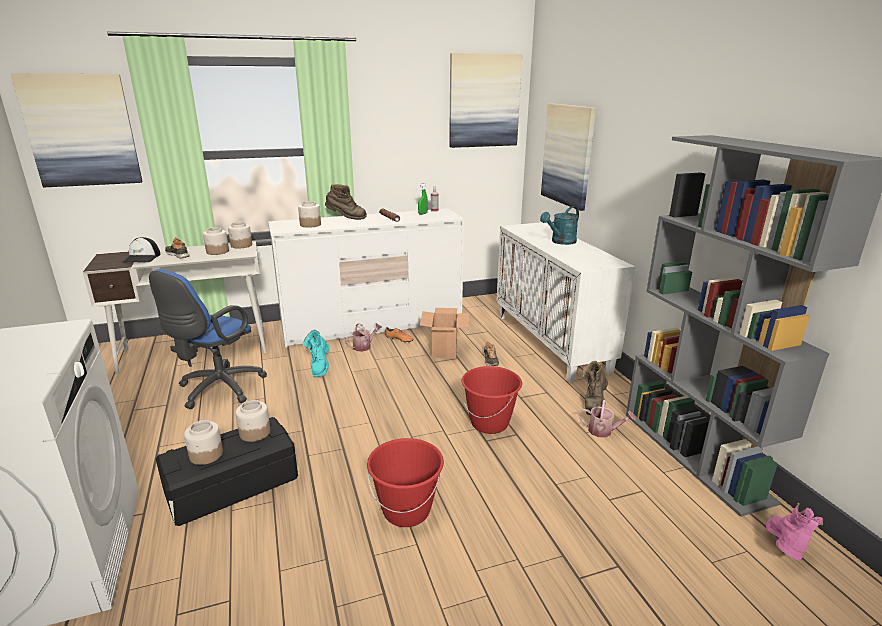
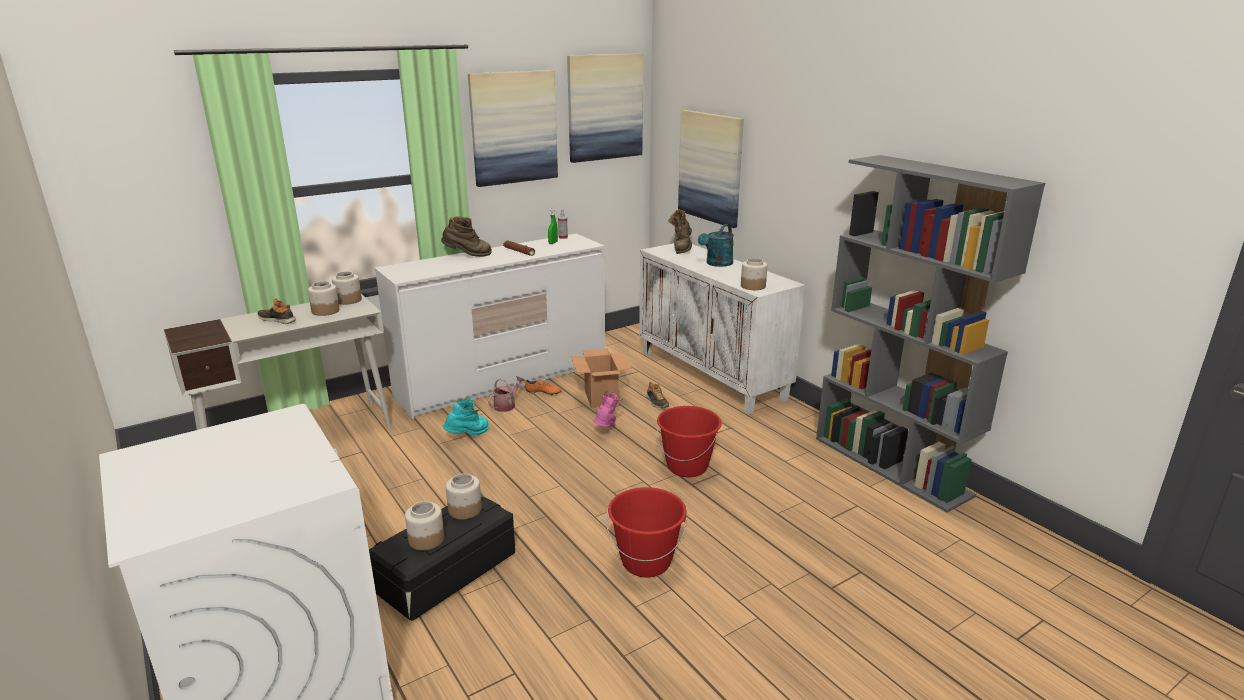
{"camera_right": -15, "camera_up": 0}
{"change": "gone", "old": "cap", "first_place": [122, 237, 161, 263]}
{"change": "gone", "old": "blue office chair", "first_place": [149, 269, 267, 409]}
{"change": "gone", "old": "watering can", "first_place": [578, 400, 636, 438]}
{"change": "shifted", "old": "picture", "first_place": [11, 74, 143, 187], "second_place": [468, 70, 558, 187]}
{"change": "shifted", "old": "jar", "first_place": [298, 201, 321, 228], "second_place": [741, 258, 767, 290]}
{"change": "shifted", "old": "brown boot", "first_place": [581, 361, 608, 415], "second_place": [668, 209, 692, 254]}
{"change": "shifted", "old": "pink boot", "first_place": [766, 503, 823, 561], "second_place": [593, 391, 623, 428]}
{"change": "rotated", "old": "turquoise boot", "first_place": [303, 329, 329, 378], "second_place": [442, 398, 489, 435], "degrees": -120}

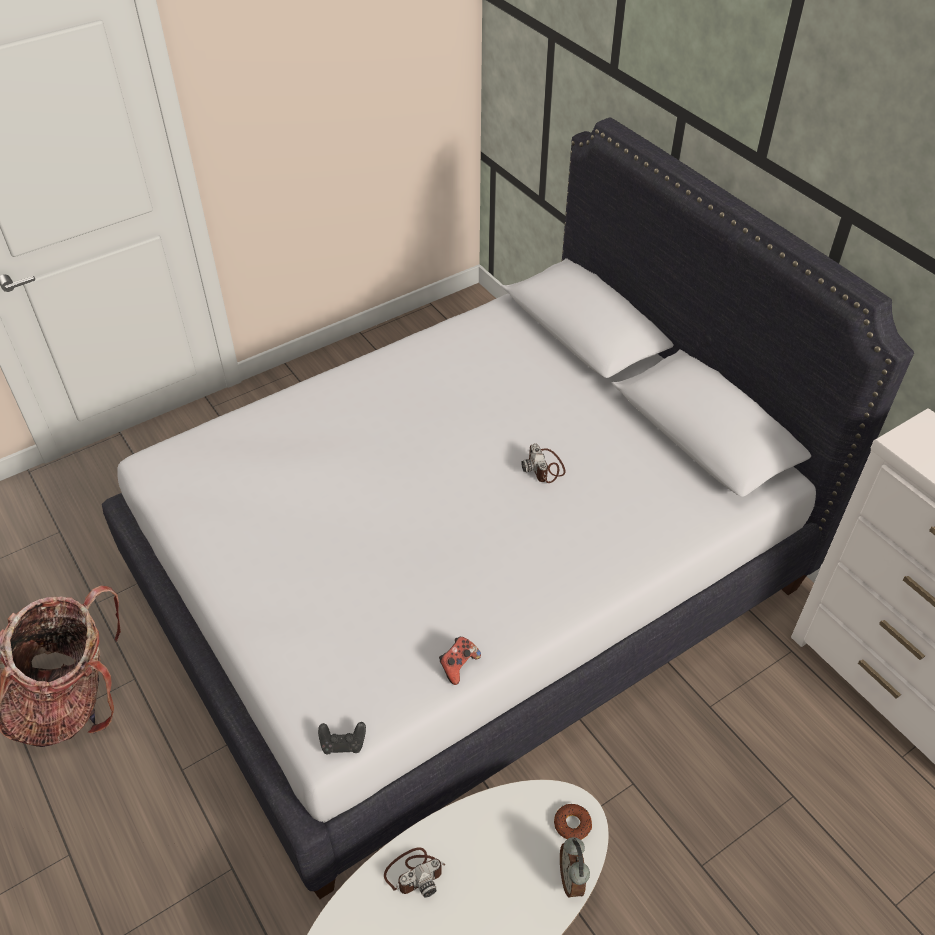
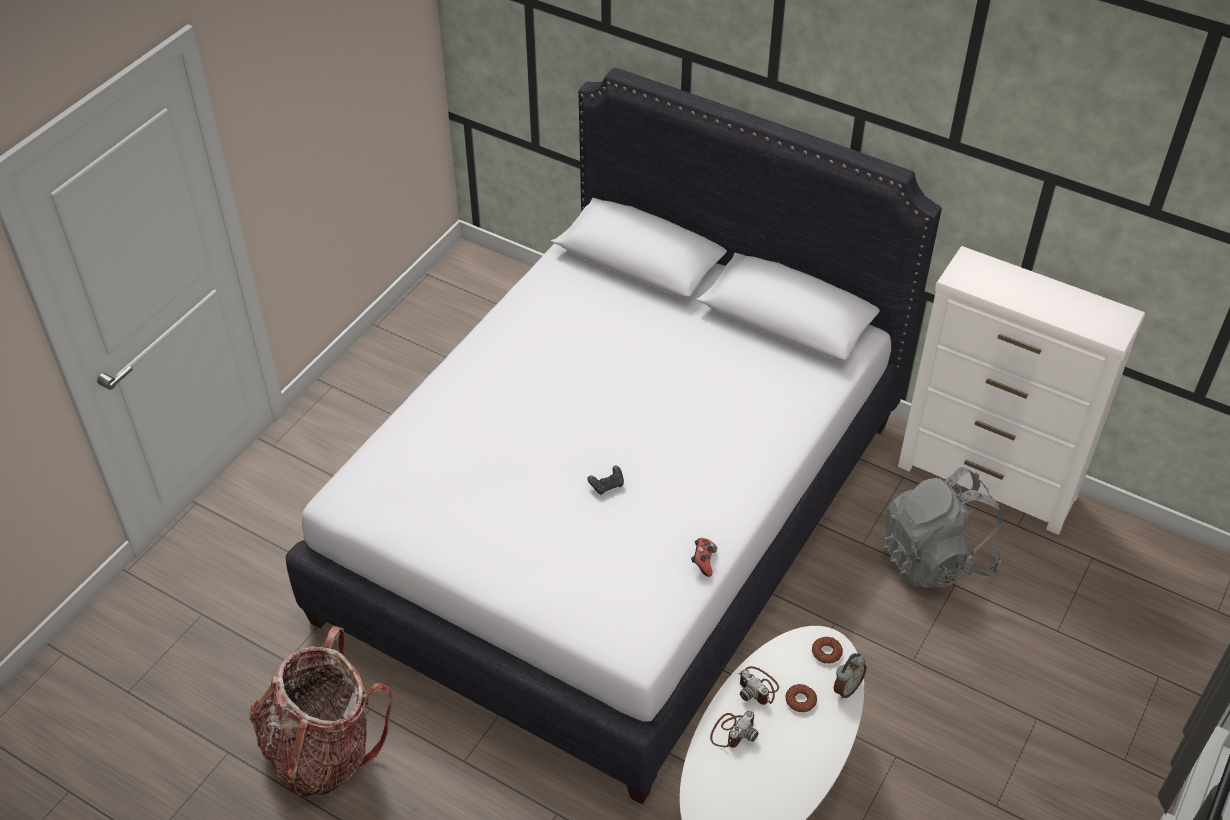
{"camera_right": -25, "camera_up": 0}
{"change": "new", "new": "donut", "second_place": [785, 684, 817, 712]}
{"change": "new", "new": "grey backpack", "second_place": [882, 467, 1003, 588]}
{"change": "shifted", "old": "black game controller", "first_place": [318, 722, 366, 754], "second_place": [587, 466, 624, 495]}
{"change": "shifted", "old": "photo camera", "first_place": [521, 443, 566, 483], "second_place": [739, 666, 779, 705]}
{"change": "rotated", "old": "alarm clock", "first_place": [560, 837, 590, 898], "second_place": [834, 653, 867, 698], "degrees": -105}

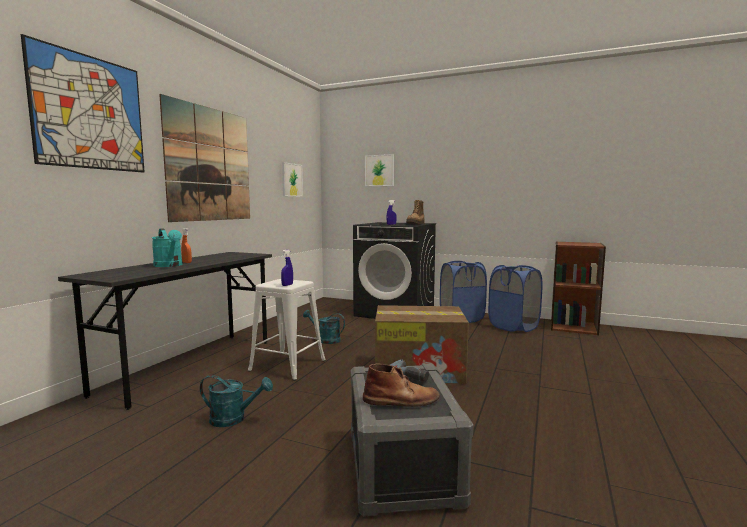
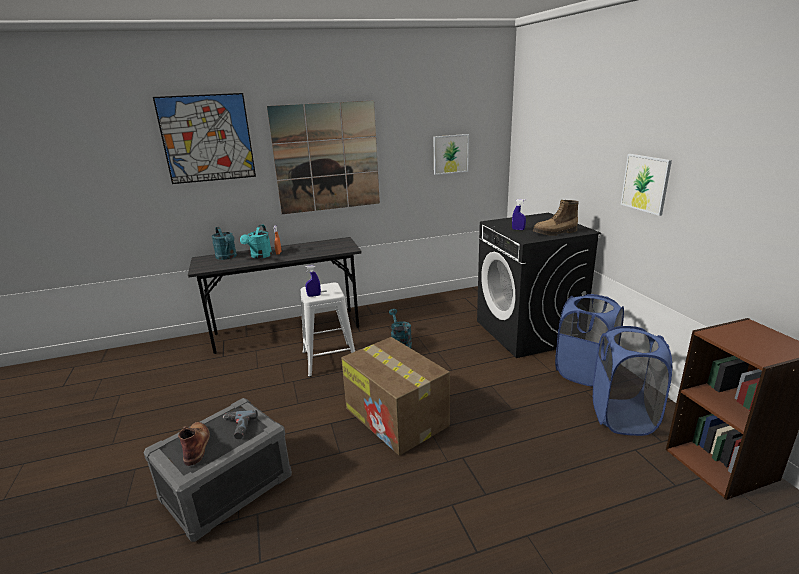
{"camera_right": 50, "camera_up": 15}
{"change": "shifted", "old": "turquoise watering can", "first_place": [200, 375, 273, 427], "second_place": [211, 227, 237, 260]}
{"change": "shifted", "old": "picture", "first_place": [365, 154, 394, 186], "second_place": [621, 154, 672, 216]}
{"change": "rotated", "old": "brown boot", "first_place": [363, 364, 440, 407], "second_place": [178, 422, 210, 466], "degrees": -150}

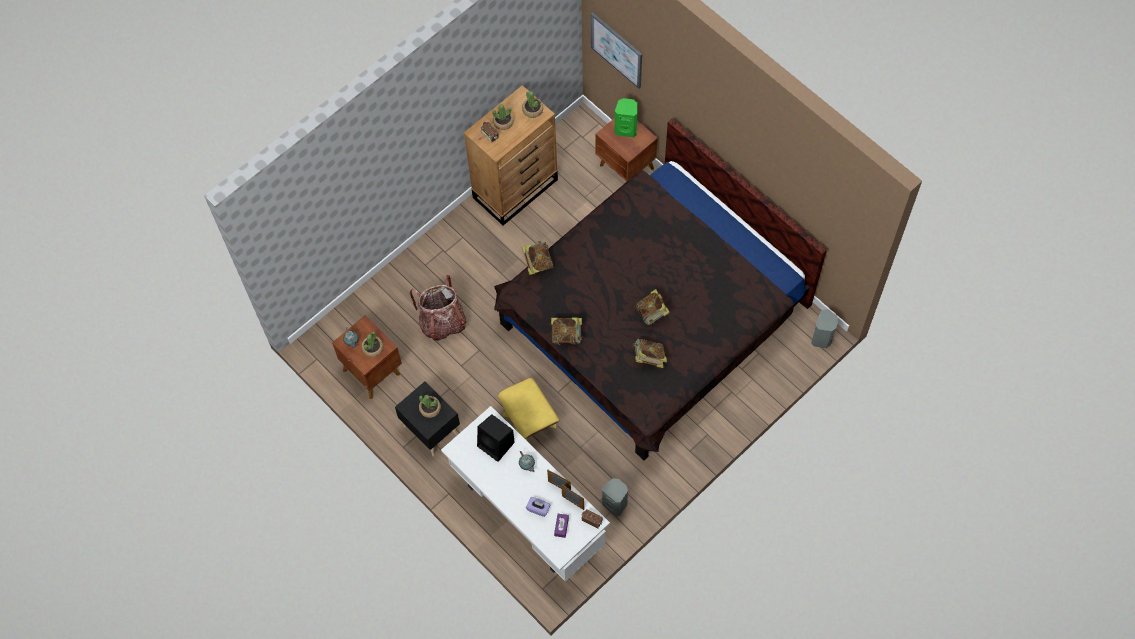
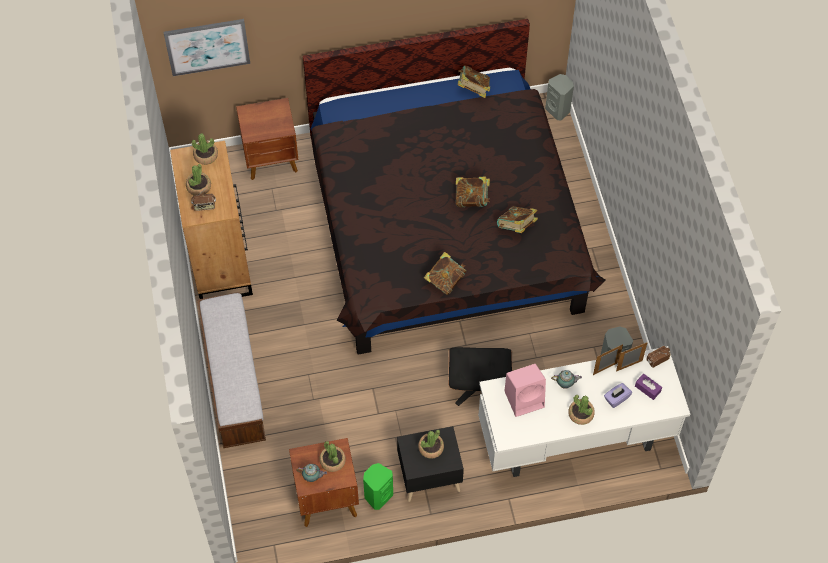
{"camera_right": -60, "camera_up": -5}
{"change": "gone", "old": "backpack", "first_place": [410, 275, 467, 341]}
{"change": "new", "new": "bench", "second_place": [197, 292, 266, 448]}
{"change": "new", "new": "potted plant", "second_place": [568, 395, 595, 425]}
{"change": "shifted", "old": "book", "first_place": [521, 241, 553, 275], "second_place": [458, 65, 490, 98]}
{"change": "shifted", "old": "green speaker", "first_place": [614, 98, 637, 137], "second_place": [363, 463, 393, 510]}
{"change": "repainted", "old": "black speaker", "new": "pink speaker", "first_place": [477, 414, 515, 462], "second_place": [504, 364, 546, 417]}
{"change": "repainted", "old": "yellow ottoman", "new": "black ottoman", "first_place": [498, 378, 559, 441], "second_place": [448, 347, 513, 406]}

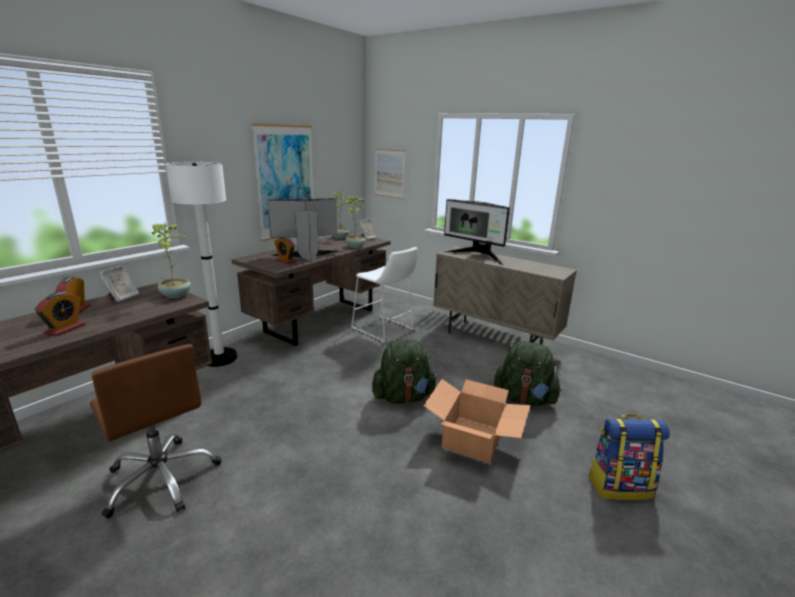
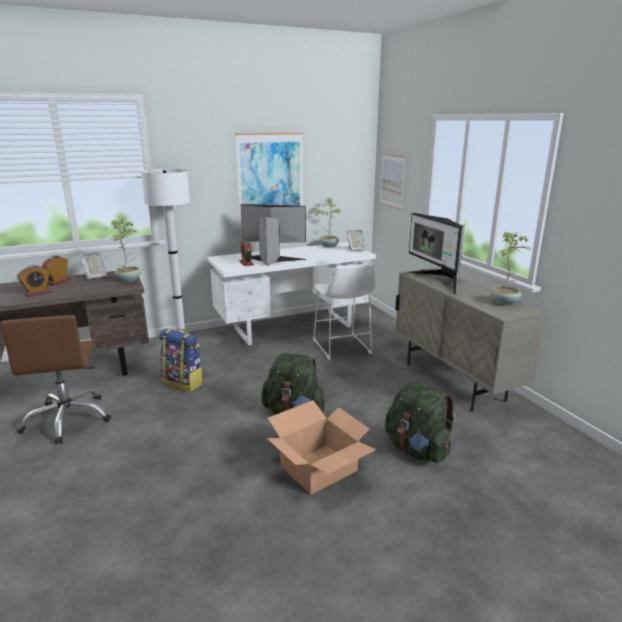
{"camera_right": 30, "camera_up": 0}
{"change": "shifted", "old": "potted plant", "first_place": [345, 196, 366, 248], "second_place": [491, 232, 532, 305]}
{"change": "shifted", "old": "backpack", "first_place": [588, 414, 670, 500], "second_place": [159, 329, 204, 392]}
{"change": "repainted", "old": "brown desk", "new": "white desk", "first_place": [232, 232, 391, 346], "second_place": [207, 242, 376, 346]}

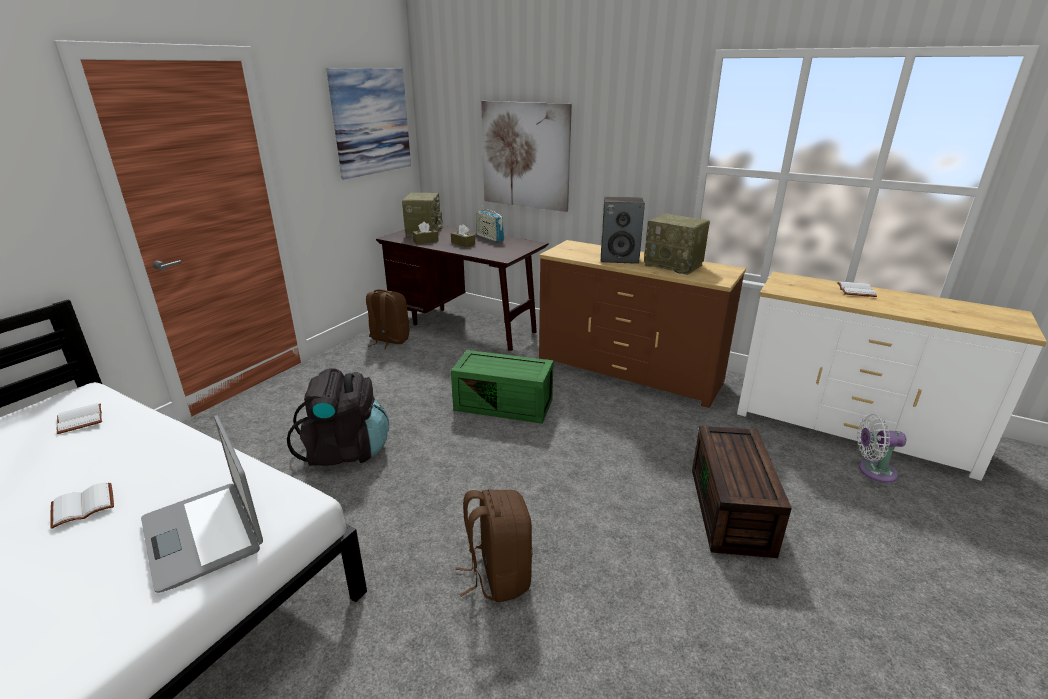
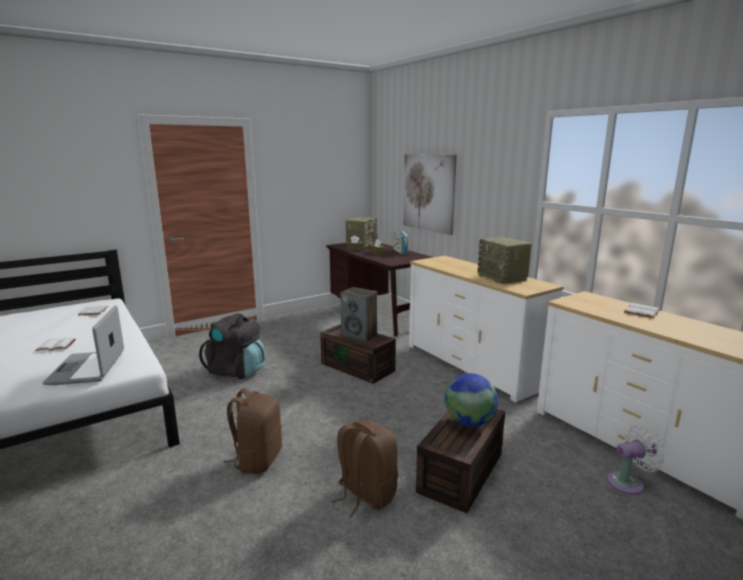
{"camera_right": 25, "camera_up": -10}
{"change": "gone", "old": "picture", "first_place": [326, 68, 411, 179]}
{"change": "new", "new": "globe", "second_place": [445, 373, 498, 427]}
{"change": "shifted", "old": "brown backpack", "first_place": [366, 289, 409, 349], "second_place": [332, 420, 398, 517]}
{"change": "shifted", "old": "speaker", "first_place": [601, 197, 645, 264], "second_place": [340, 287, 377, 342]}
{"change": "repainted", "old": "green storage box", "new": "brown storage box", "first_place": [451, 350, 554, 424], "second_place": [320, 324, 396, 384]}
{"change": "repainted", "old": "brown dresser", "new": "white dresser", "first_place": [539, 240, 746, 408], "second_place": [409, 256, 564, 402]}
{"change": "rotated", "old": "white fan", "first_place": [857, 414, 906, 483], "second_place": [607, 425, 665, 495], "degrees": 135}

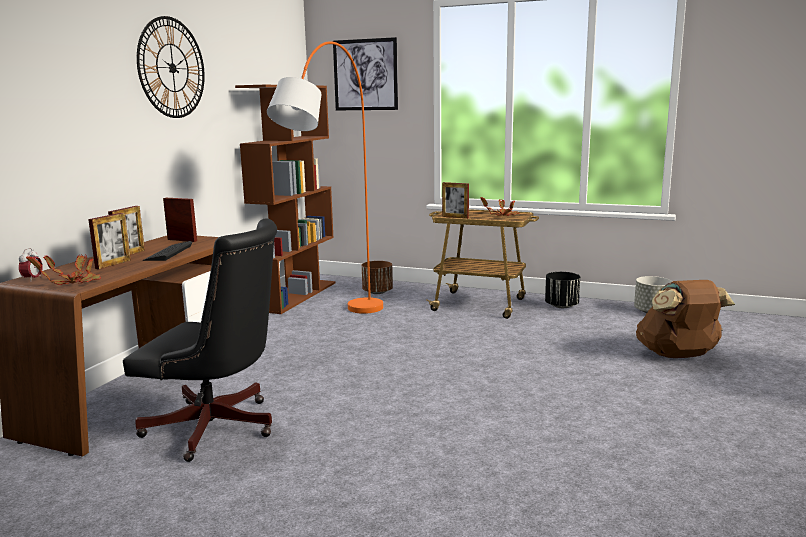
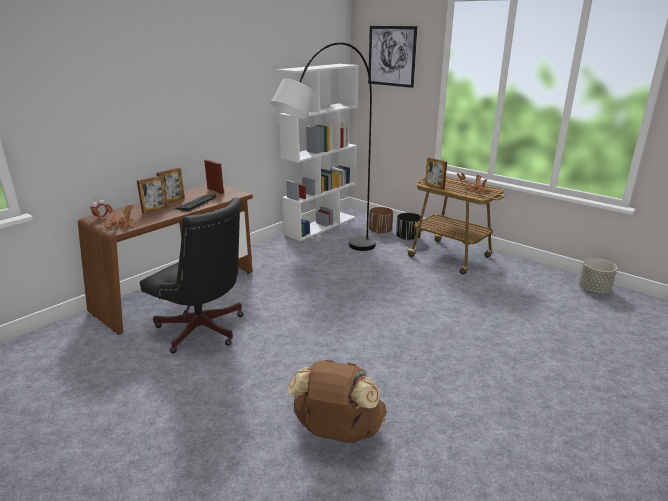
{"camera_right": 20, "camera_up": 10}
{"change": "gone", "old": "wall clock", "first_place": [137, 16, 205, 118]}
{"change": "shifted", "old": "black planter", "first_place": [545, 272, 580, 308], "second_place": [396, 213, 421, 240]}
{"change": "shifted", "old": "brown backpack", "first_place": [636, 280, 735, 358], "second_place": [287, 359, 387, 443]}
{"change": "repainted", "old": "brown bookcase", "new": "white bookcase", "first_place": [235, 85, 336, 314], "second_place": [276, 64, 359, 241]}
{"change": "repainted", "old": "orange floor lamp", "new": "grey floor lamp", "first_place": [267, 41, 383, 314], "second_place": [271, 42, 376, 251]}

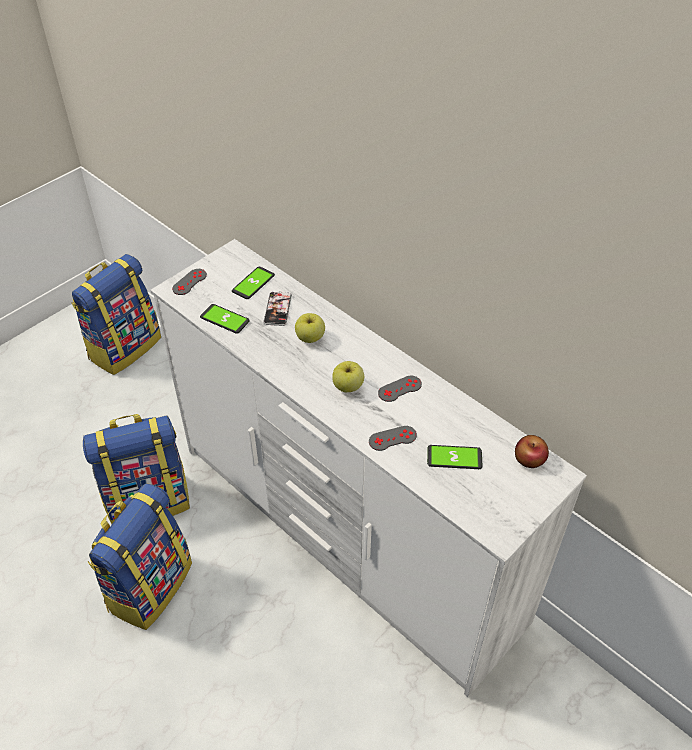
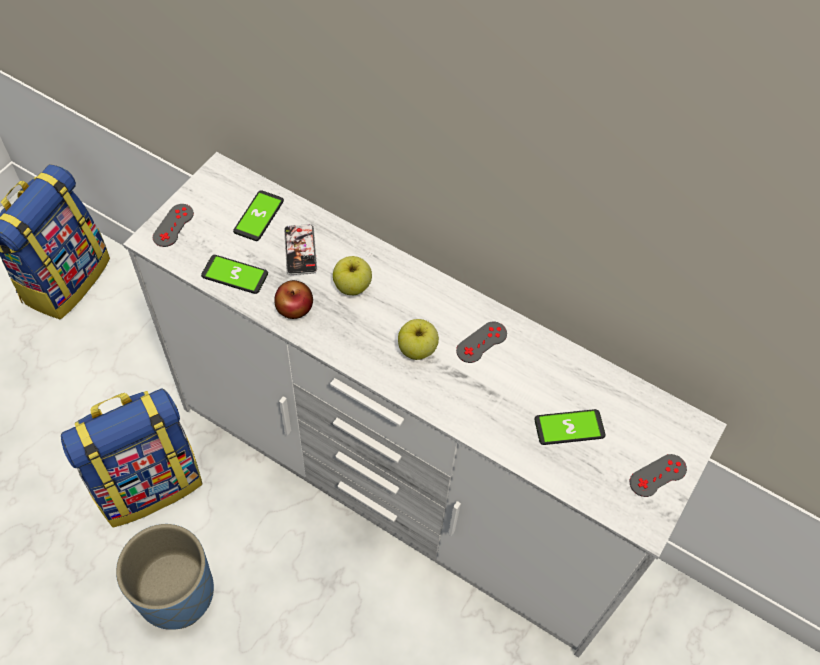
{"camera_right": -15, "camera_up": 10}
{"change": "shifted", "old": "grey game controller", "first_place": [369, 426, 417, 451], "second_place": [630, 454, 687, 497]}
{"change": "shifted", "old": "apple", "first_place": [515, 435, 549, 468], "second_place": [274, 280, 313, 319]}
{"change": "swapped", "old": "backpack", "new": "blue planter", "first_place": [88, 483, 192, 630], "second_place": [116, 524, 214, 630]}

